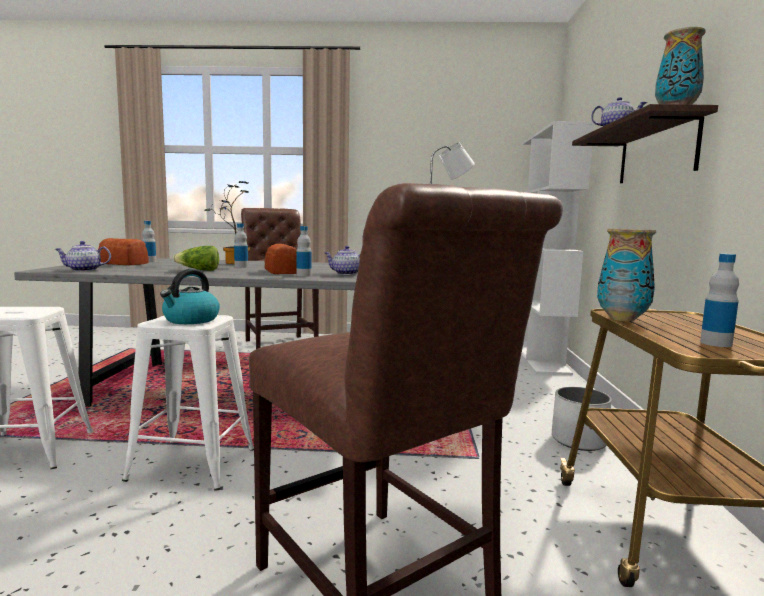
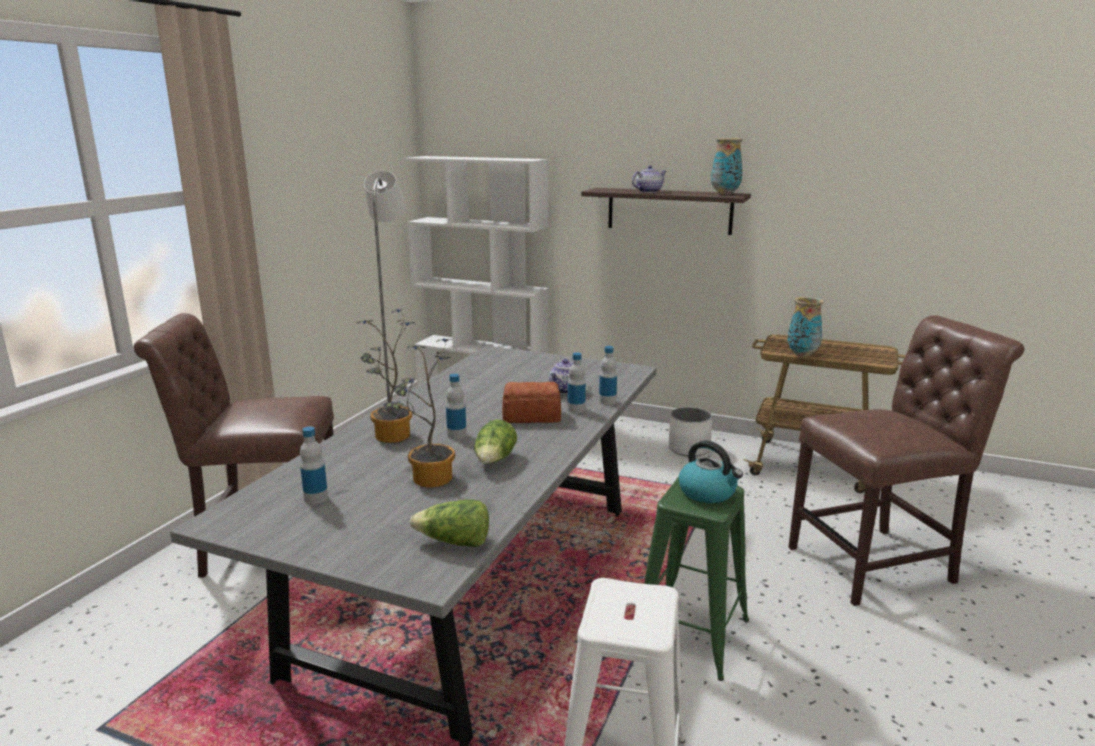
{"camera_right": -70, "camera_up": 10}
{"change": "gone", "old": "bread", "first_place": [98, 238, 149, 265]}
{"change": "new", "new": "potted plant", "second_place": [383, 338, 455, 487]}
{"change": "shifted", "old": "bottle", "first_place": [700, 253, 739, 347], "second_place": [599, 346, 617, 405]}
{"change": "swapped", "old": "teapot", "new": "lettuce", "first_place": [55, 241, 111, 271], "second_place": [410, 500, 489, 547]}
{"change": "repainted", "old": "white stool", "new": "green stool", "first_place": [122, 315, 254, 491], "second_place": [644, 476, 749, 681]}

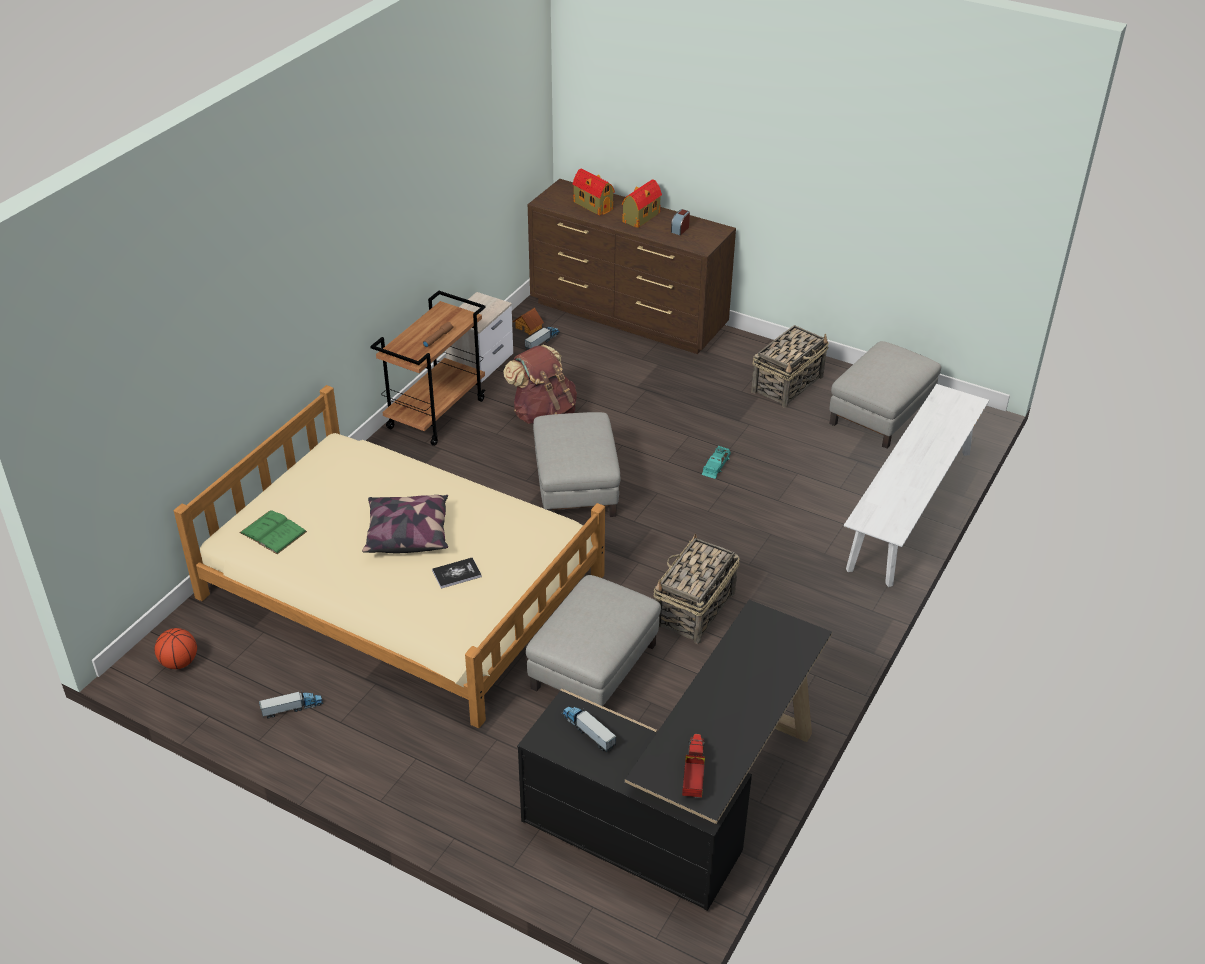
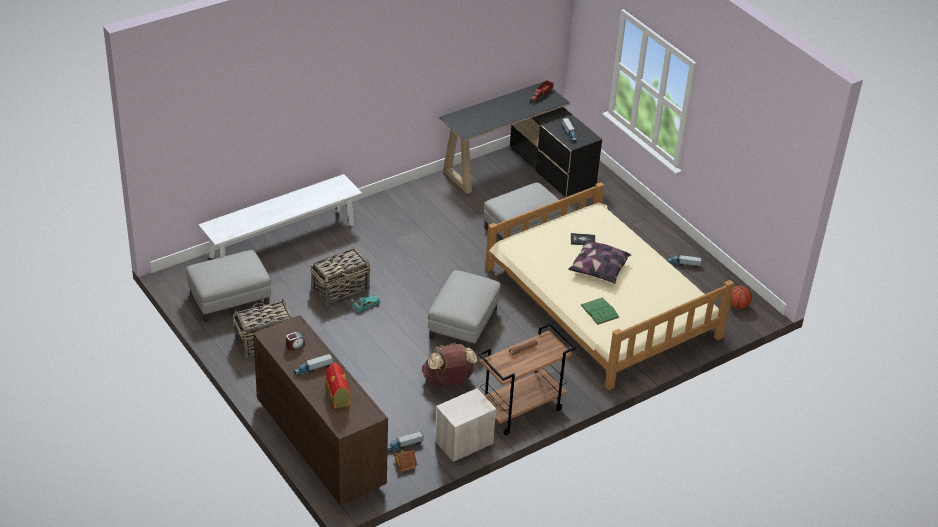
{"camera_right": -155, "camera_up": 0}
{"change": "shifted", "old": "green book", "first_place": [240, 510, 307, 554], "second_place": [581, 298, 620, 325]}
{"change": "shifted", "old": "basket", "first_place": [653, 533, 740, 644], "second_place": [310, 248, 371, 306]}
{"change": "swapped", "old": "toy house", "new": "toy truck", "first_place": [622, 179, 662, 228], "second_place": [294, 354, 333, 376]}

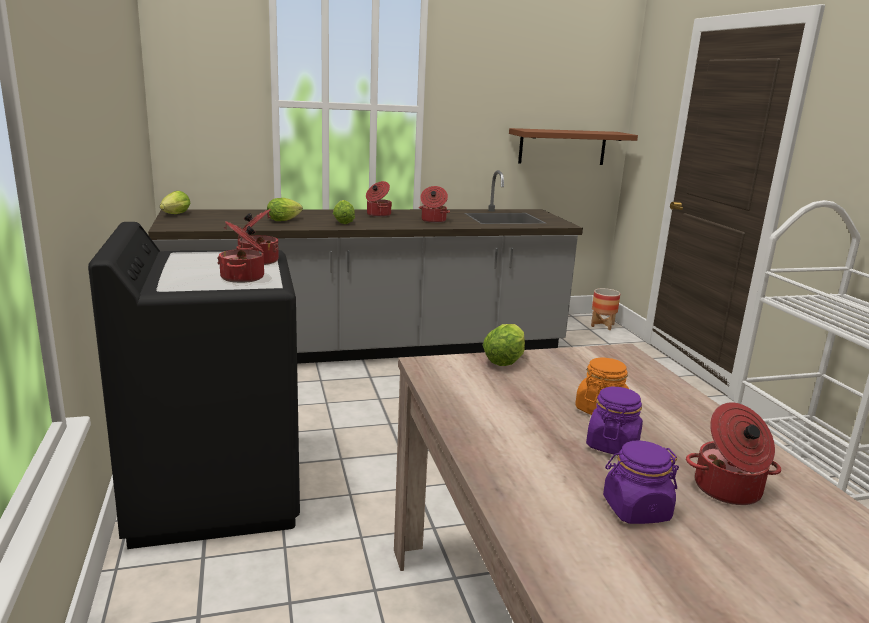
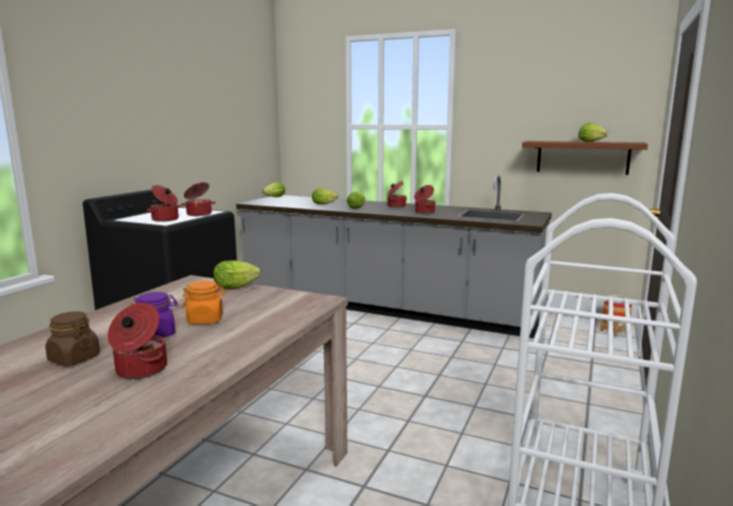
{"camera_right": 40, "camera_up": -5}
{"change": "new", "new": "lettuce", "second_place": [578, 123, 608, 142]}
{"change": "repainted", "old": "purple jar", "new": "brown jar", "first_place": [603, 440, 679, 524], "second_place": [45, 311, 100, 366]}

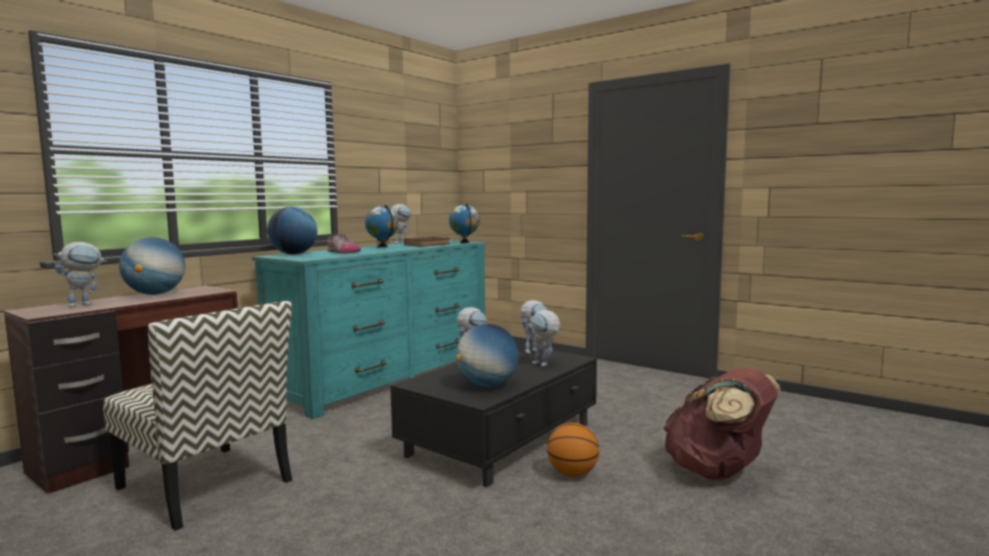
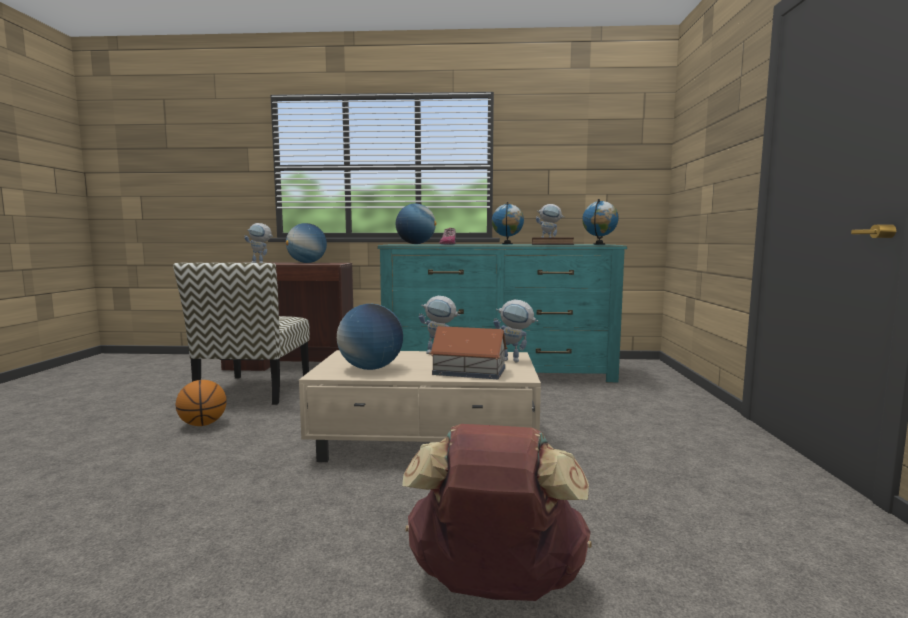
{"camera_right": 55, "camera_up": 0}
{"change": "shifted", "old": "basketball", "first_place": [547, 423, 599, 477], "second_place": [176, 380, 227, 426]}
{"change": "swapped", "old": "toy robot", "new": "toy house", "first_place": [527, 310, 560, 367], "second_place": [429, 326, 507, 379]}
{"change": "repainted", "old": "black coffee table", "new": "beige coffee table", "first_place": [390, 344, 597, 487], "second_place": [299, 350, 541, 462]}

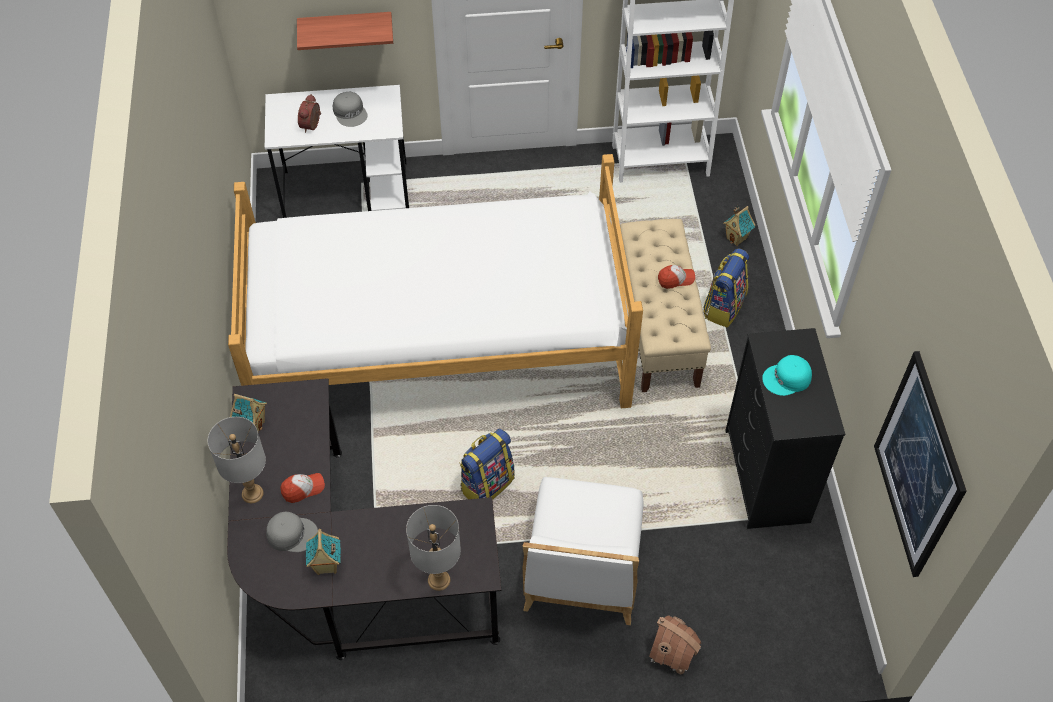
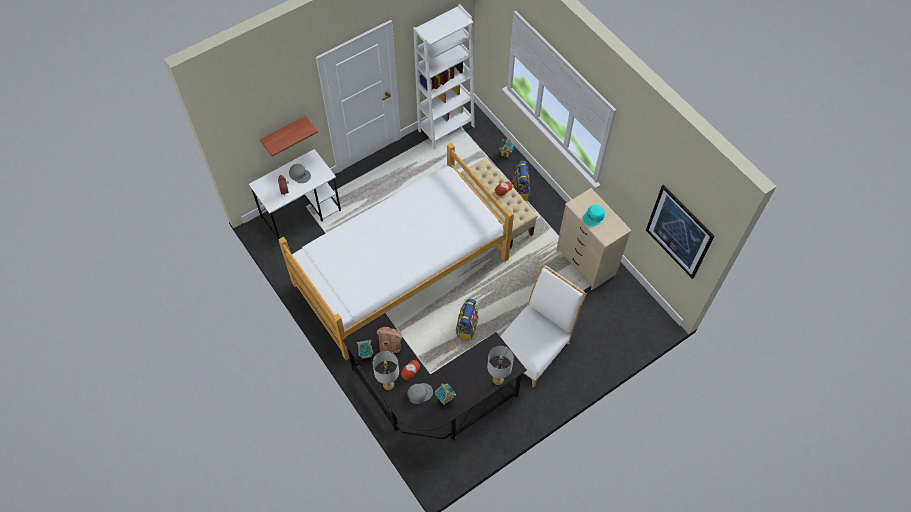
{"camera_right": -30, "camera_up": 5}
{"change": "shifted", "old": "toy house", "first_place": [649, 615, 701, 676], "second_place": [377, 327, 402, 353]}
{"change": "repainted", "old": "black dresser", "new": "beige dresser", "first_place": [725, 328, 845, 529], "second_place": [556, 188, 632, 290]}
{"change": "rotated", "old": "white chair", "first_place": [523, 477, 644, 625], "second_place": [500, 264, 586, 387], "degrees": -120}

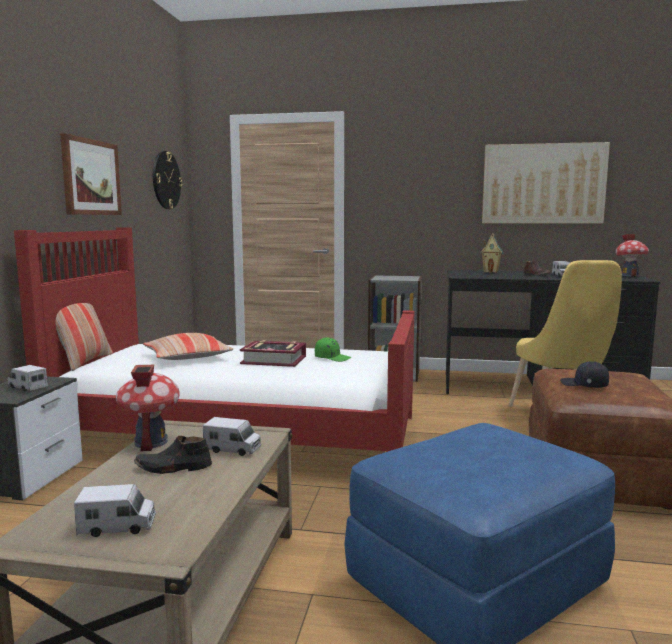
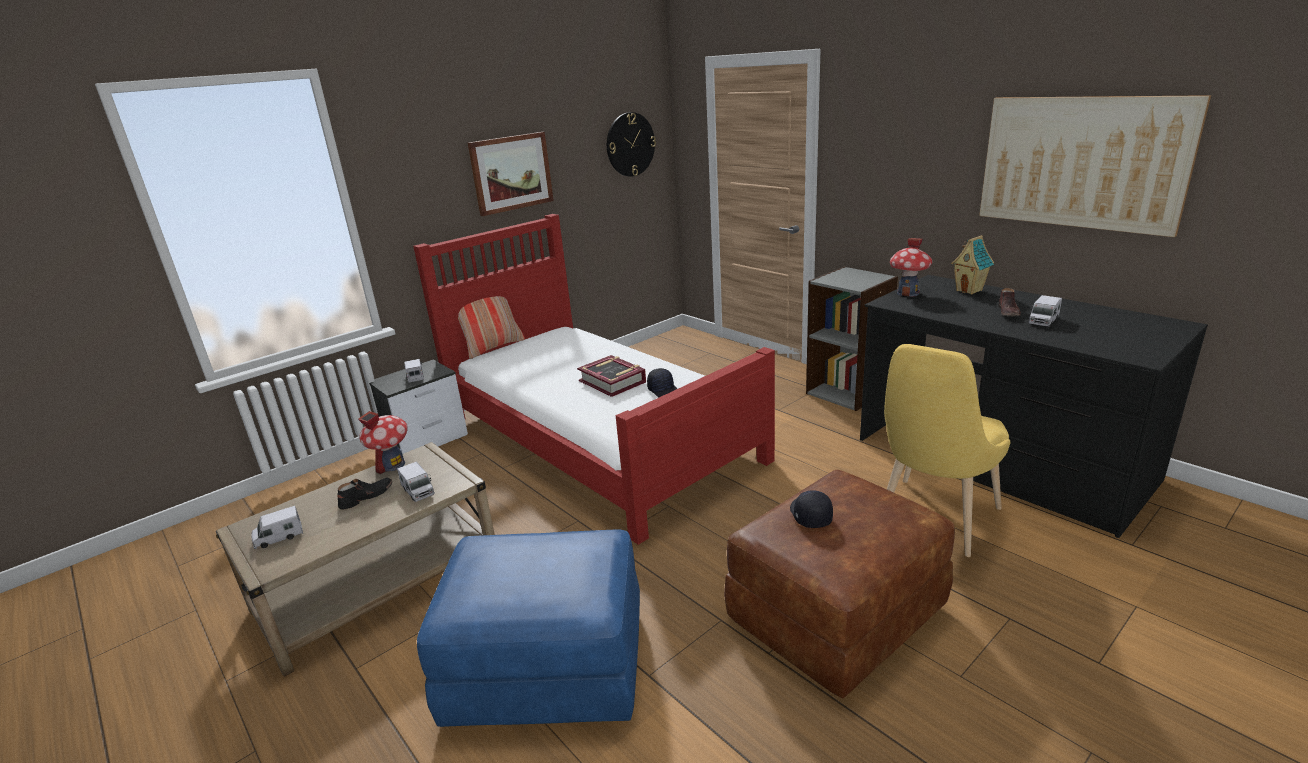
{"camera_right": 40, "camera_up": 15}
{"change": "gone", "old": "pillow", "first_place": [143, 333, 233, 360]}
{"change": "shifted", "old": "toy house", "first_place": [615, 234, 649, 276], "second_place": [890, 238, 933, 297]}
{"change": "repainted", "old": "green cap", "new": "black cap", "first_place": [315, 337, 351, 362], "second_place": [647, 368, 677, 397]}
{"change": "rotated", "old": "toy truck", "first_place": [74, 484, 156, 537], "second_place": [251, 506, 303, 549], "degrees": 120}
{"change": "rotated", "old": "black shoe", "first_place": [134, 436, 212, 474], "second_place": [338, 478, 393, 510], "degrees": 105}

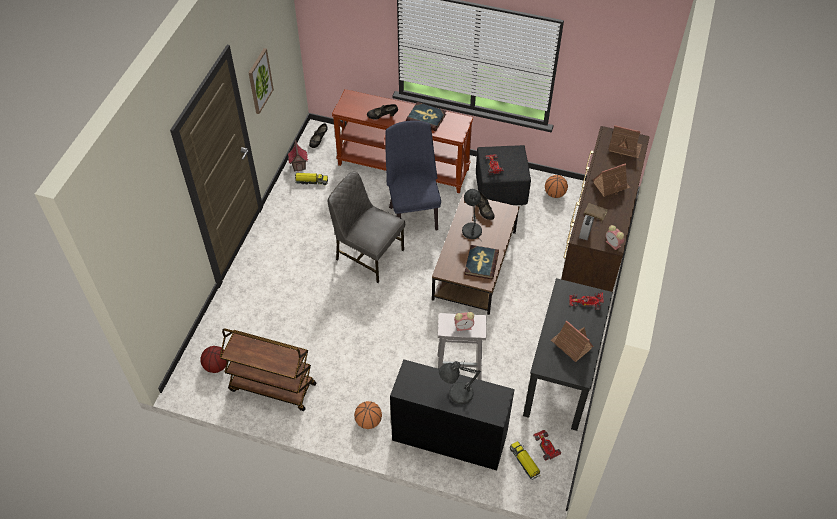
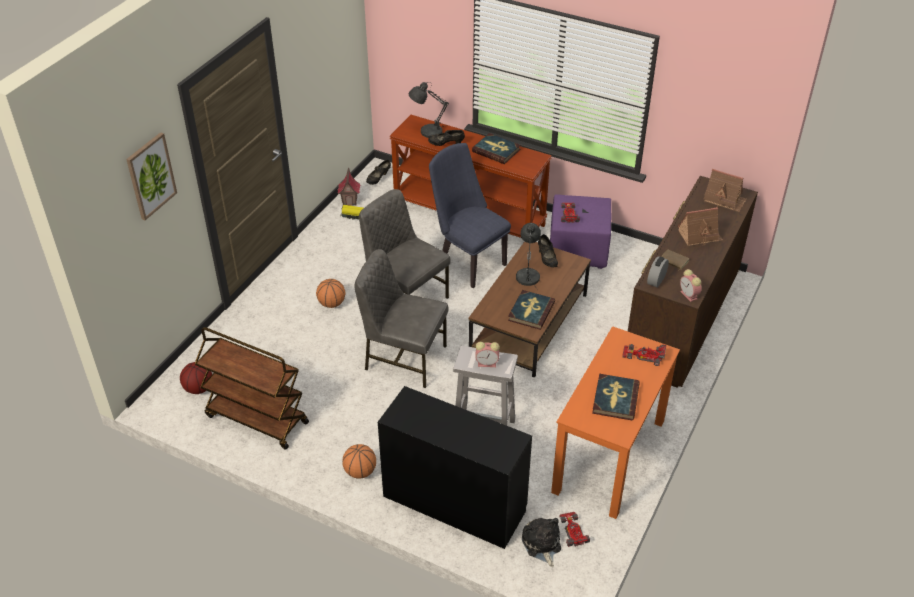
{"camera_right": 10, "camera_up": -10}
{"change": "new", "new": "grey chair", "second_place": [354, 249, 449, 388]}
{"change": "shifted", "old": "picture", "first_place": [249, 48, 274, 114], "second_place": [126, 132, 177, 220]}
{"change": "shifted", "old": "grey table lamp", "first_place": [439, 361, 481, 405], "second_place": [409, 82, 449, 138]}
{"change": "shifted", "old": "basketball", "first_place": [545, 175, 568, 198], "second_place": [316, 279, 345, 308]}
{"change": "swapped", "old": "toy truck", "new": "plush toy", "first_place": [510, 441, 540, 480], "second_place": [522, 518, 561, 567]}
{"change": "swapped", "old": "toy house", "new": "book", "first_place": [551, 320, 594, 362], "second_place": [592, 374, 640, 420]}
{"change": "repainted", "old": "black ottoman", "new": "purple ottoman", "first_place": [476, 145, 531, 205], "second_place": [550, 194, 611, 269]}
{"change": "repainted", "old": "black desk", "new": "orange desk", "first_place": [523, 278, 613, 431], "second_place": [551, 326, 680, 519]}
{"change": "rotated", "old": "blue chair", "first_place": [385, 120, 441, 236], "second_place": [429, 143, 511, 288], "degrees": -45}

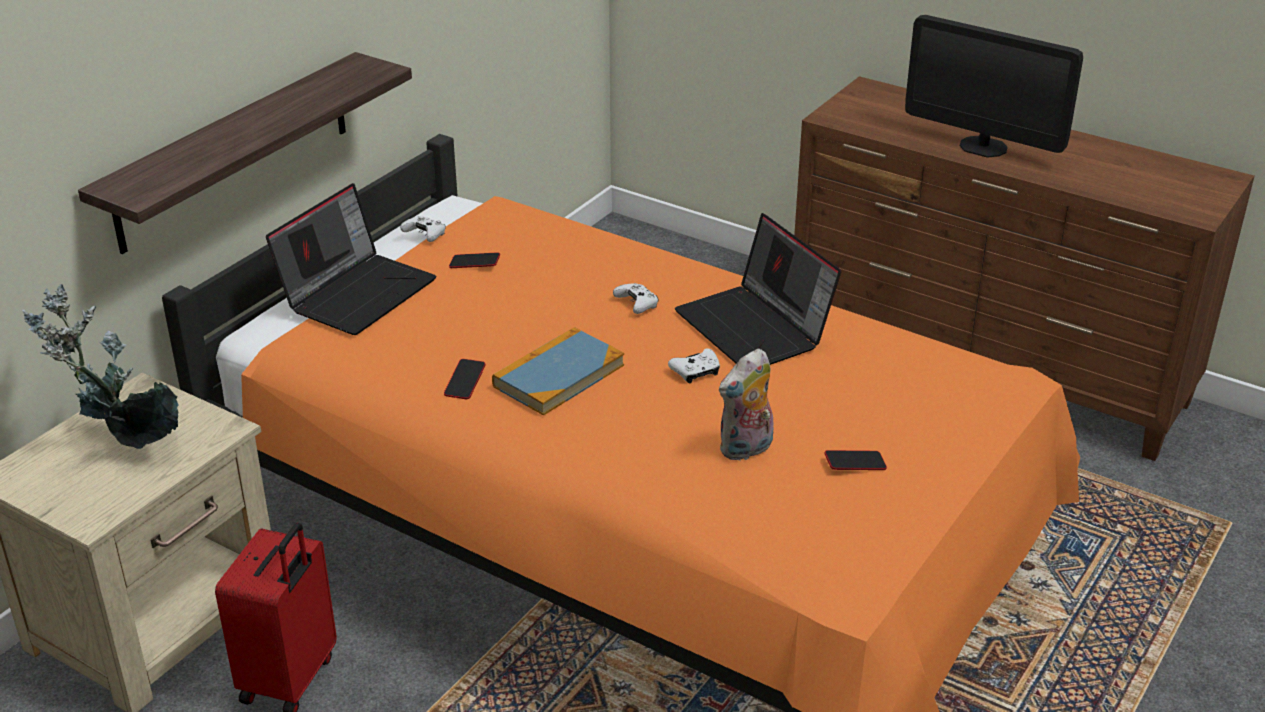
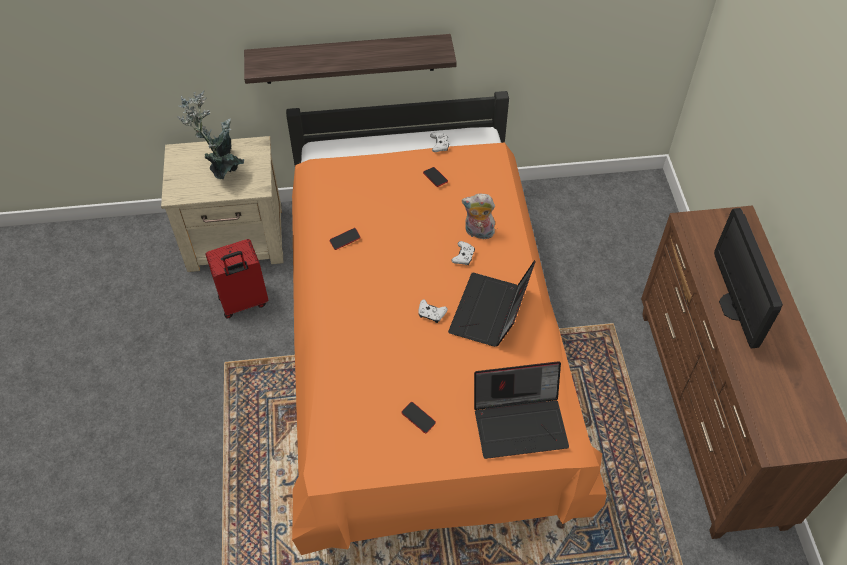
{"camera_right": 50, "camera_up": 20}
{"change": "gone", "old": "book", "first_place": [492, 327, 624, 416]}
{"change": "shifted", "old": "laptop", "first_place": [266, 183, 436, 335], "second_place": [474, 361, 569, 459]}
{"change": "shifted", "old": "plush toy", "first_place": [719, 348, 774, 460], "second_place": [462, 194, 495, 239]}

